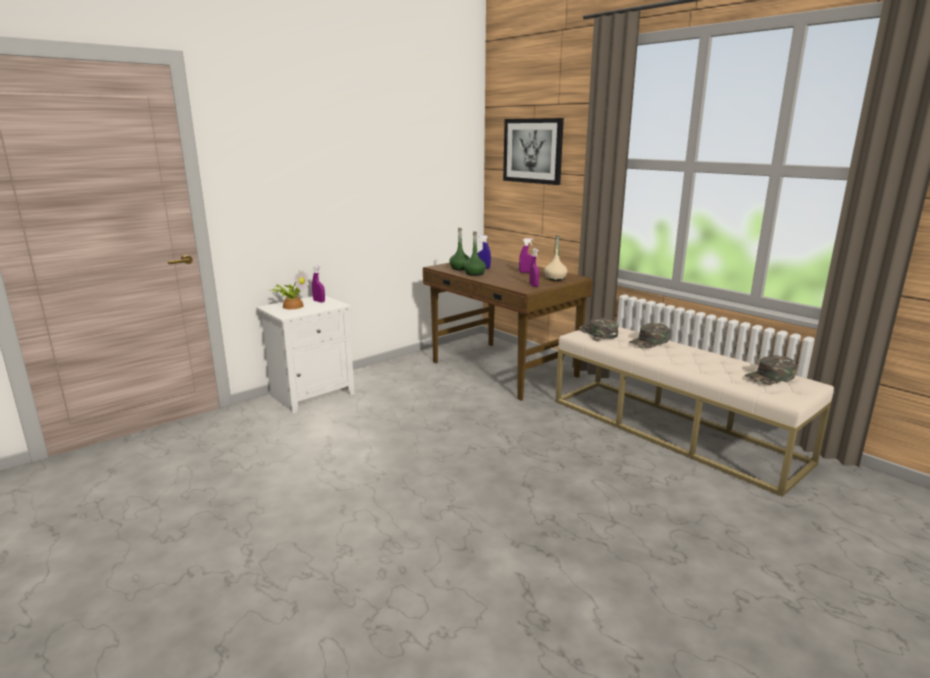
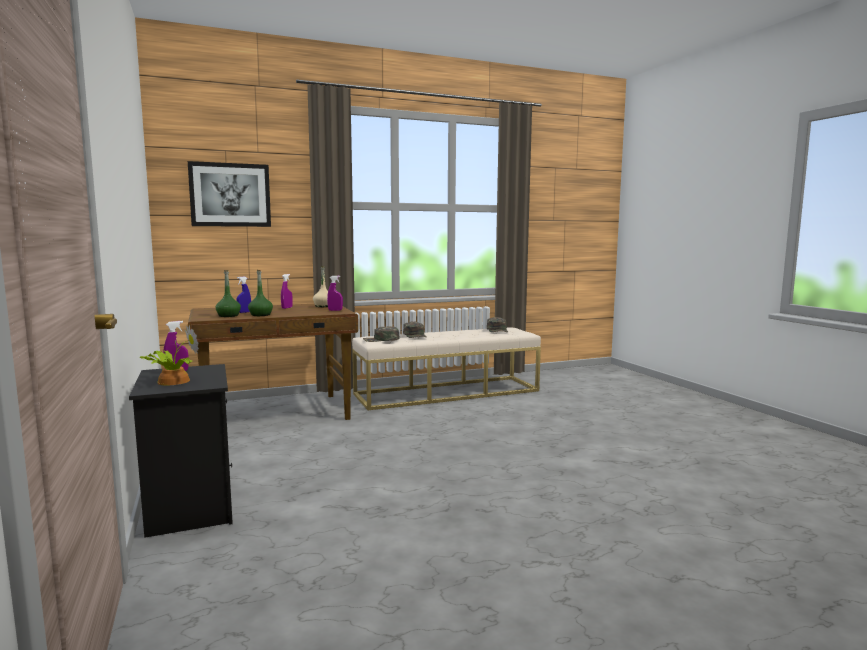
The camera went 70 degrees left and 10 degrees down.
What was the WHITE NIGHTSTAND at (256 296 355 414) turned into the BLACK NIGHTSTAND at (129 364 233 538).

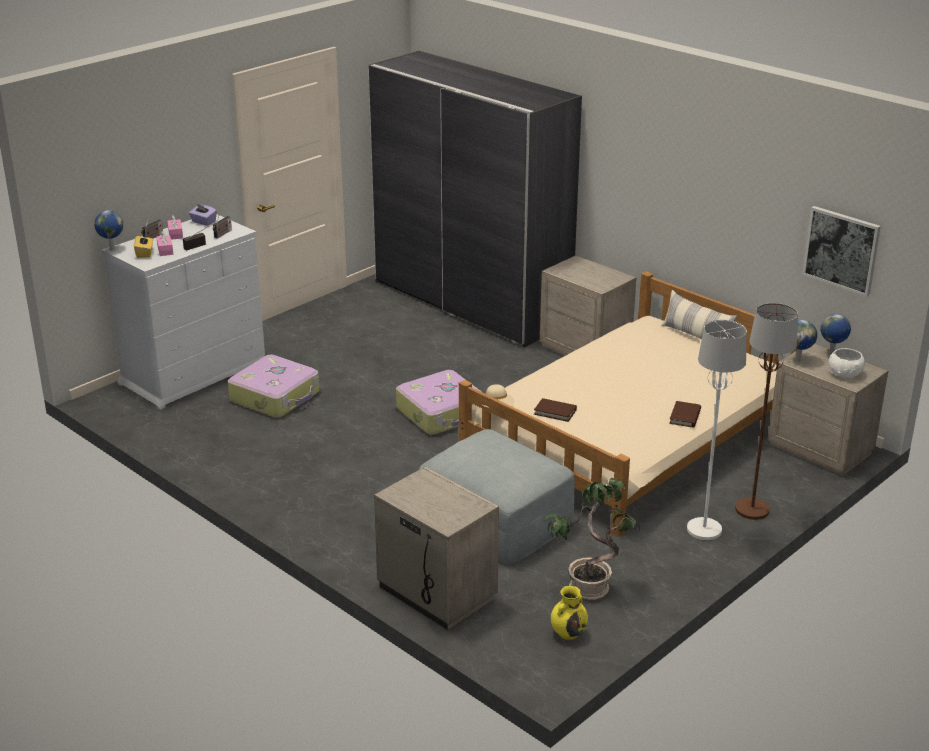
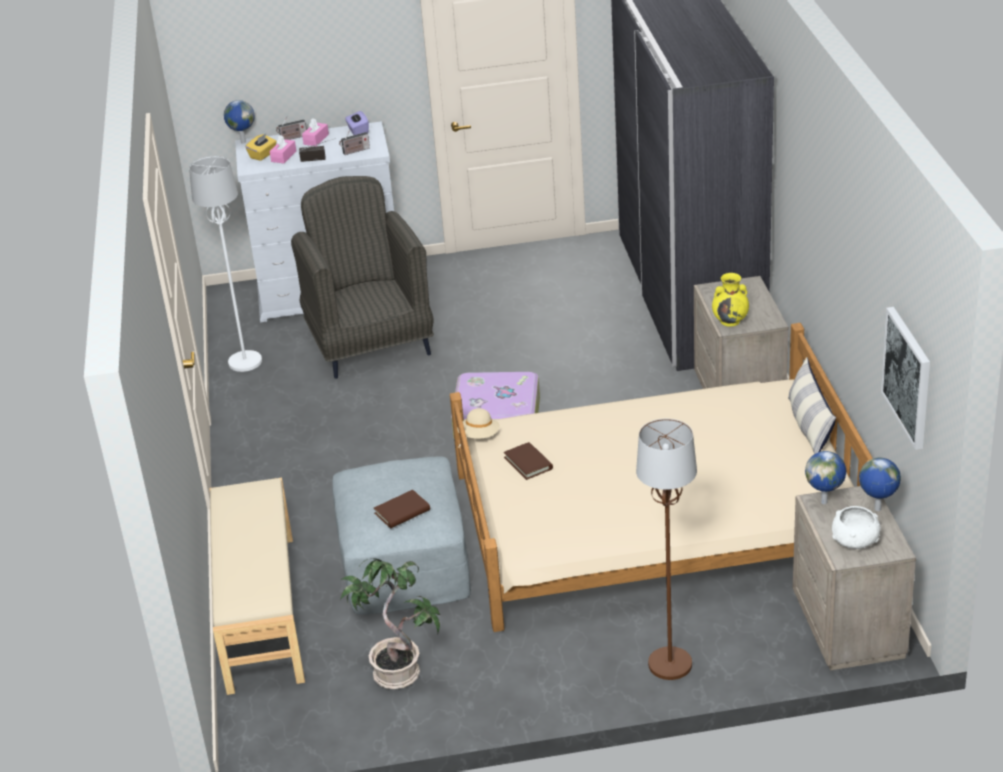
The camera went 40 degrees right and 5 degrees up.
The YELLOW VASE ended up elsewhere, having gone from (551 586 588 640) to (712 273 749 327).
The BROWN BOOK ended up elsewhere, having gone from (669 401 701 428) to (374 490 430 528).
The WHITE FLOOR LAMP ended up elsewhere, having gone from (687 320 747 540) to (189 156 262 372).
Where the SUITCASE stood at (228 355 319 418), the GREY ARMCHAIR came to stand at (291 176 434 379).
Where the BEIGE NIGHTSTAND stood at (374 467 499 630), the BEIGE BENCH came to stand at (210 478 305 695).

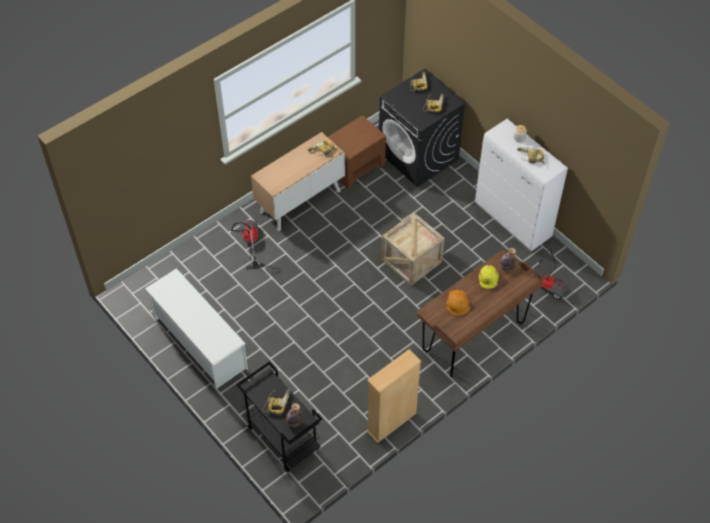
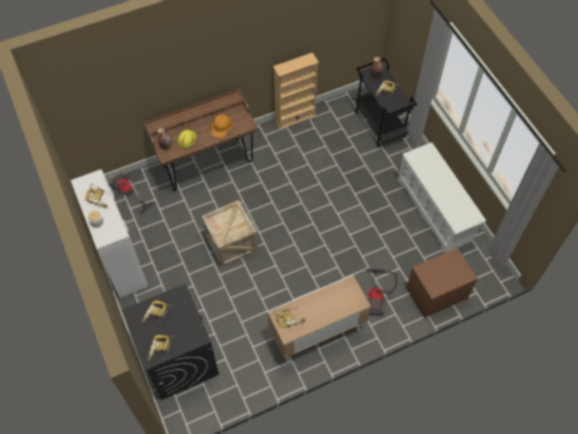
The camera went 165 degrees left and 5 degrees up.
The BROWN NIGHTSTAND ended up elsewhere, having gone from (328 115 386 189) to (406 248 478 318).

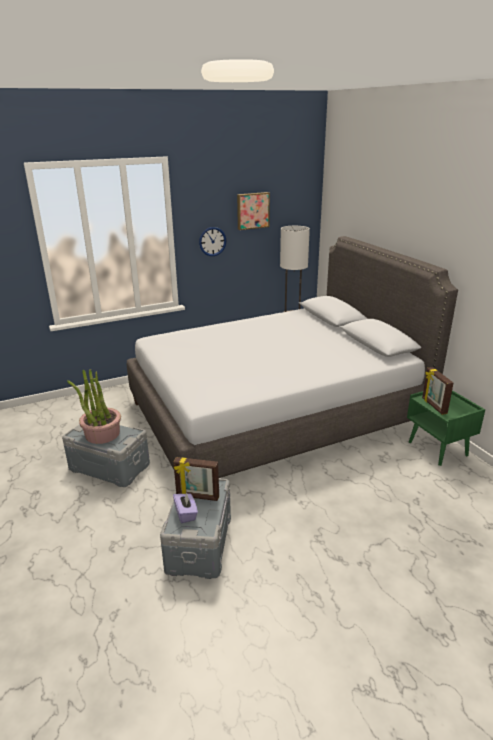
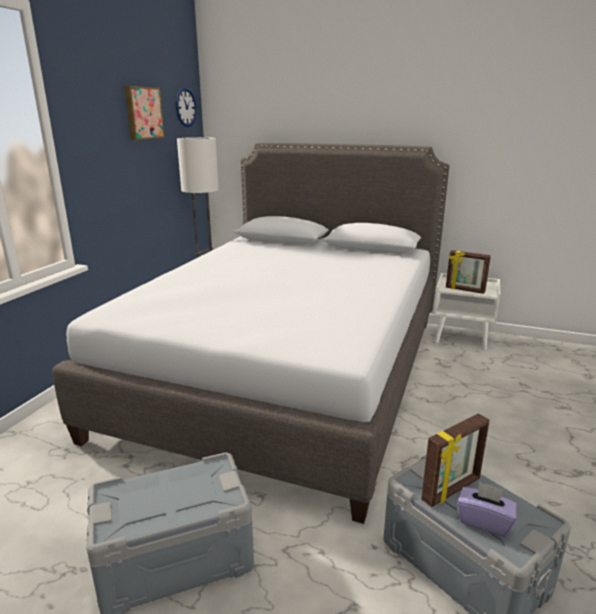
The camera went 45 degrees left and 5 degrees down.
The second view lost the POTTED PLANT at (67 369 121 444).
The WALL CLOCK ended up elsewhere, having gone from (199 227 227 256) to (176 88 197 127).
What was the GREEN NIGHTSTAND at (407 390 485 466) turned into the WHITE NIGHTSTAND at (434 273 500 350).

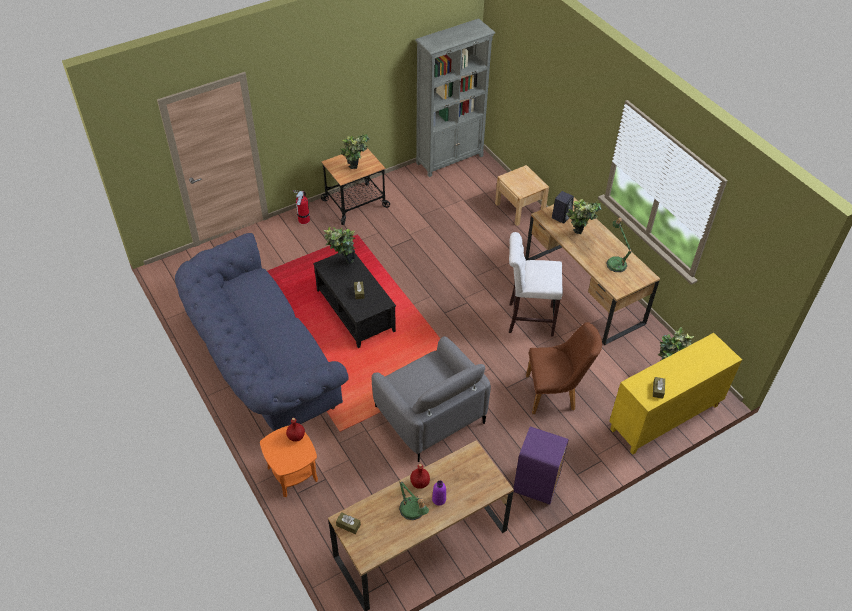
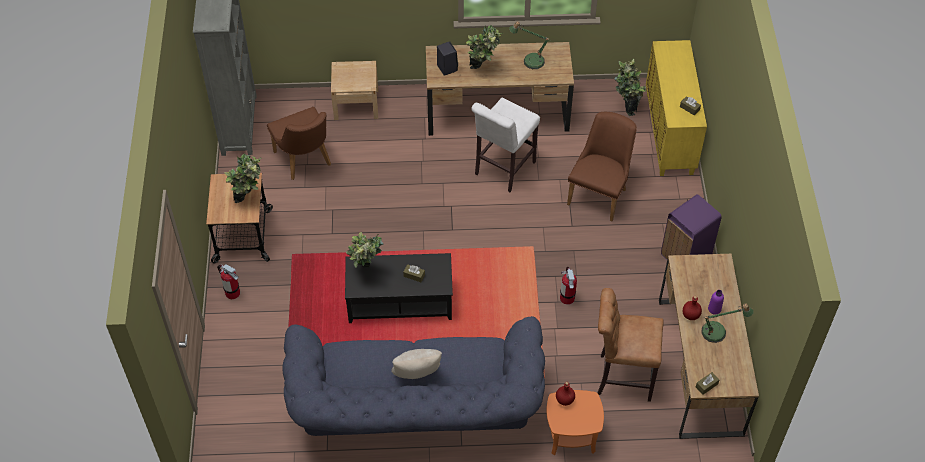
The camera went 60 degrees left and 5 degrees up.
The second view gained the BROWN CHAIR at (267 107 331 180).
The second view gained the BEIGE PILLOW at (391 349 442 379).
The second view gained the BROWN STOOL at (598 288 664 402).
Where the GREY ARMCHAIR stood at (372 336 491 462), the FIRE EXTINGUISHER came to stand at (560 267 577 305).

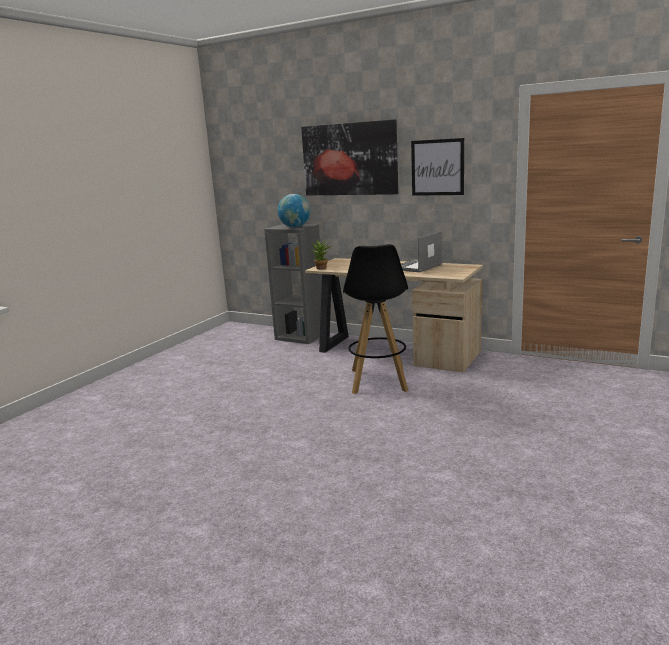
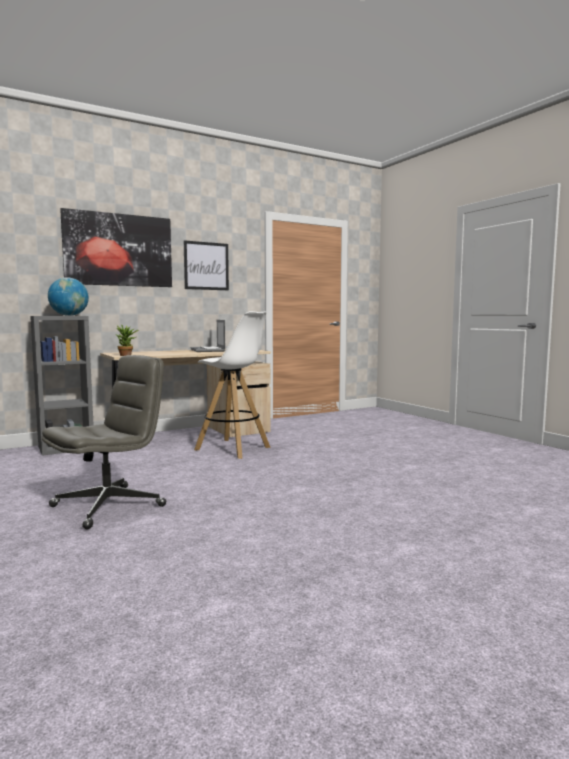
The camera went 60 degrees left and 10 degrees down.
The second view gained the GREY OFFICE CHAIR at (42 355 166 530).
What was the BLACK STOOL at (343 244 409 394) turned into the WHITE STOOL at (194 311 271 459).

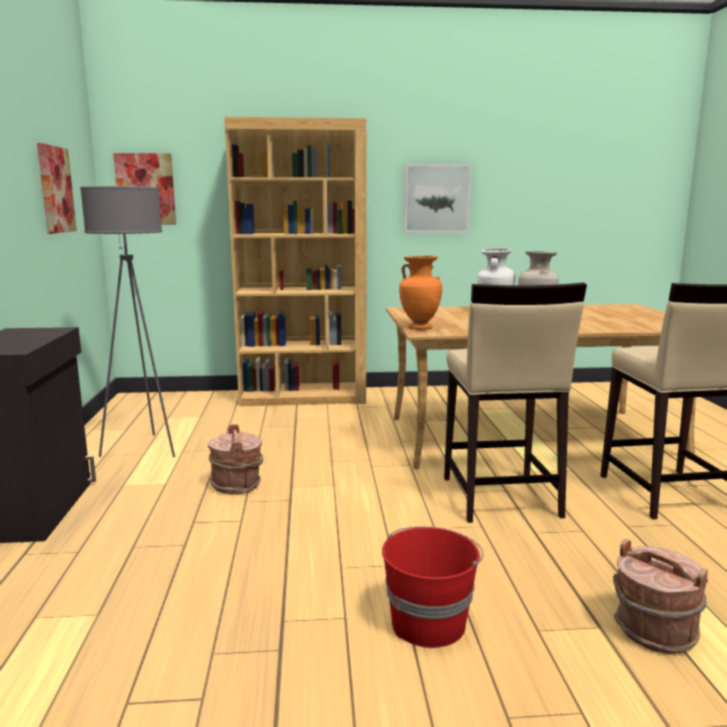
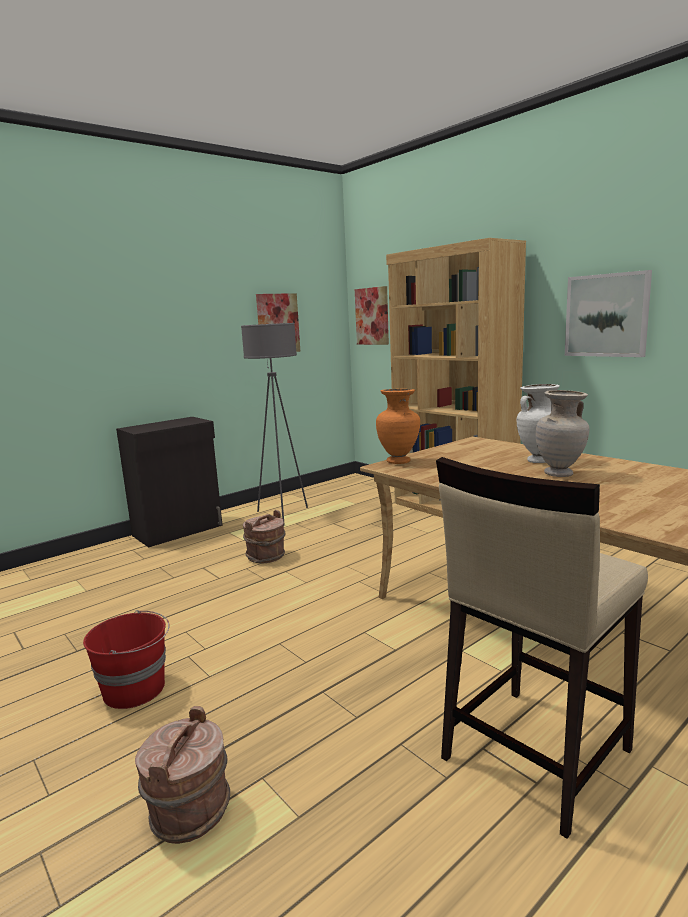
The camera went 55 degrees right and 0 degrees up.
The second view lost the BEIGE STOOL at (444 283 587 523).

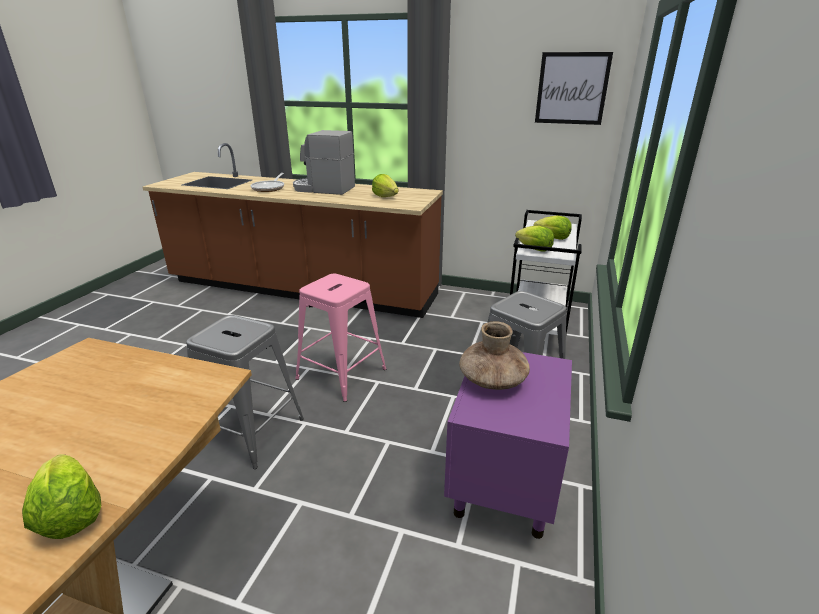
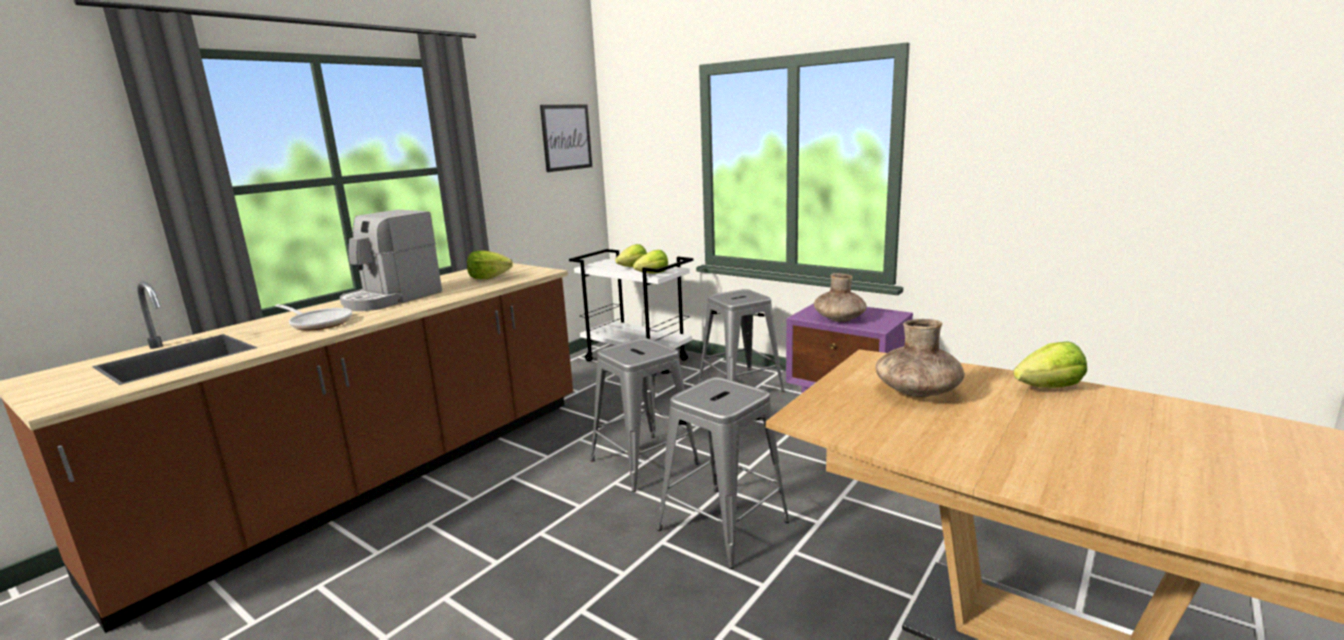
The camera went 70 degrees left and 10 degrees down.
The second view gained the BROWN VASE at (876 319 965 397).
What was the PINK STOOL at (295 274 386 402) turned into the GREY STOOL at (590 338 700 492).

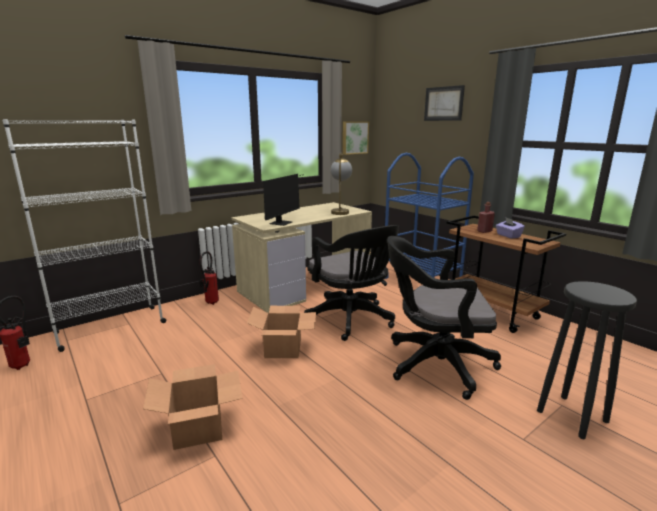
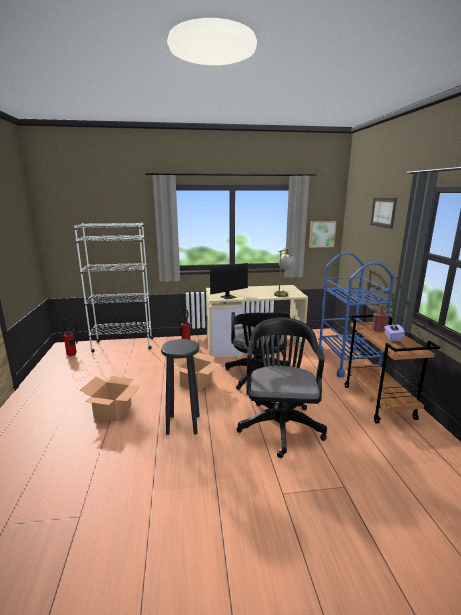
The camera went 30 degrees right and 0 degrees up.
The BLACK STOOL ended up elsewhere, having gone from (537 281 637 439) to (161 339 200 435).
The BLACK OFFICE CHAIR at (387 236 501 400) ended up facing another way, 60 degrees clockwise from before.

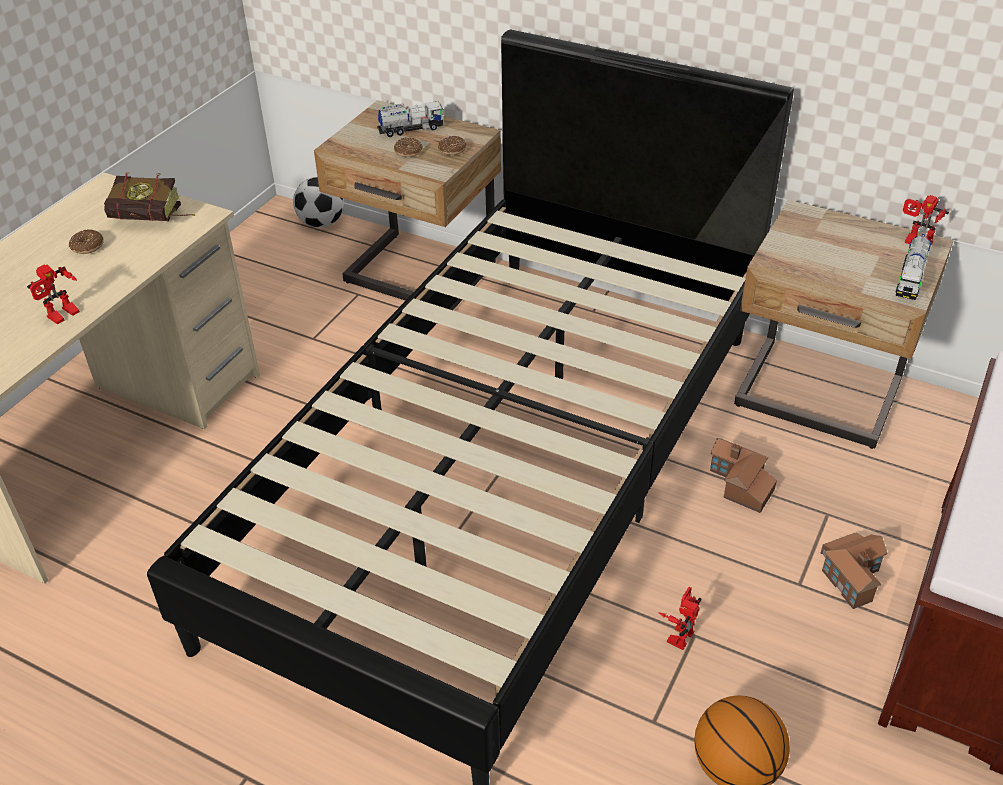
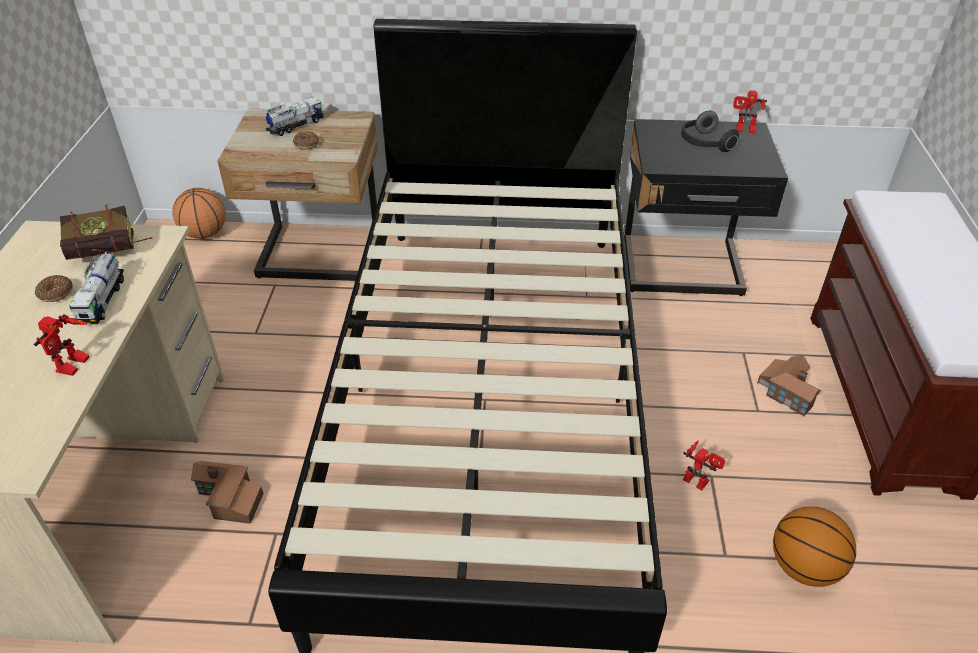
The camera went 25 degrees left and 0 degrees up.
The second view lost the DONUT at (438 136 467 155).
The second view gained the HEADPHONES at (681 111 739 152).
The TOY HOUSE ended up elsewhere, having gone from (710 438 777 513) to (191 461 264 524).
The TOY TRUCK ended up elsewhere, having gone from (895 234 932 300) to (69 251 124 324).
Where the FOOTBALL stood at (293 177 344 228), the BASKETBALL came to stand at (172 188 226 239).
What was the BEIGE NIGHTSTAND at (734 200 953 449) turned into the BLACK NIGHTSTAND at (624 119 788 296).
The TOY ROBOT at (658 587 702 650) ended up facing another way, 120 degrees clockwise from before.

